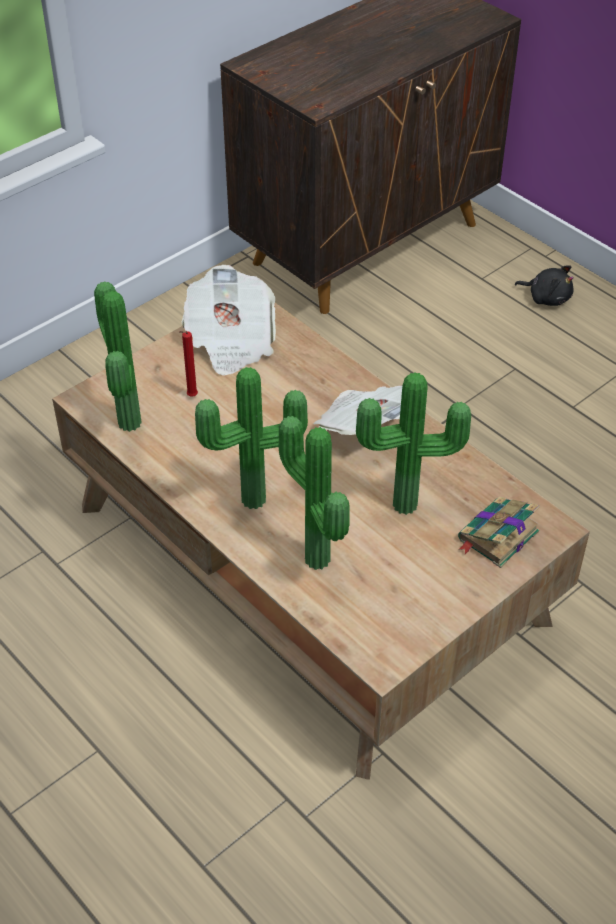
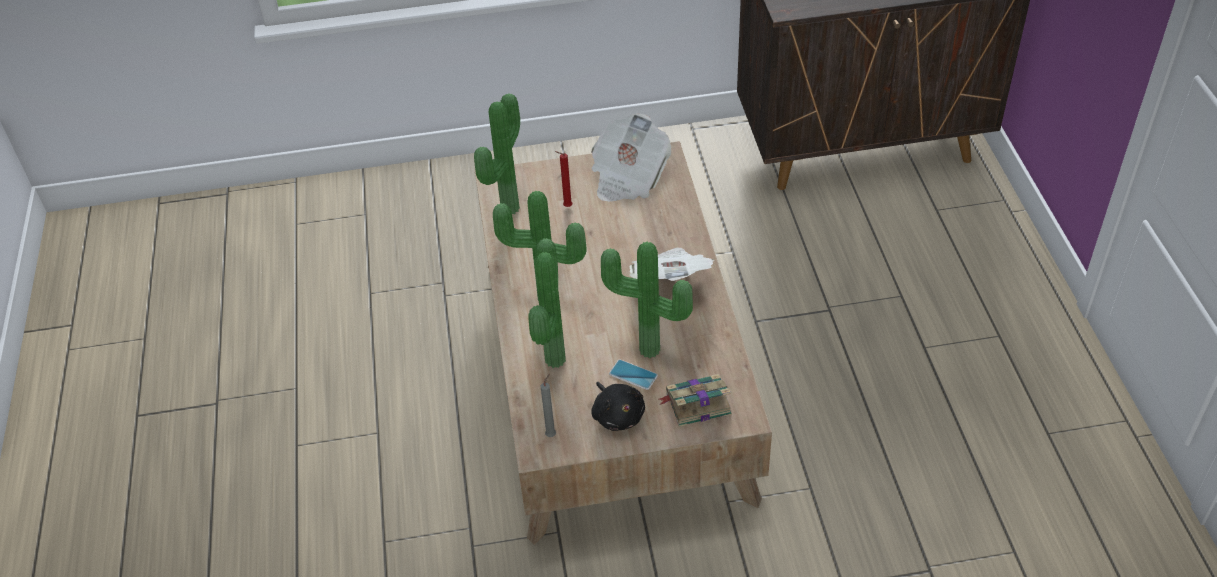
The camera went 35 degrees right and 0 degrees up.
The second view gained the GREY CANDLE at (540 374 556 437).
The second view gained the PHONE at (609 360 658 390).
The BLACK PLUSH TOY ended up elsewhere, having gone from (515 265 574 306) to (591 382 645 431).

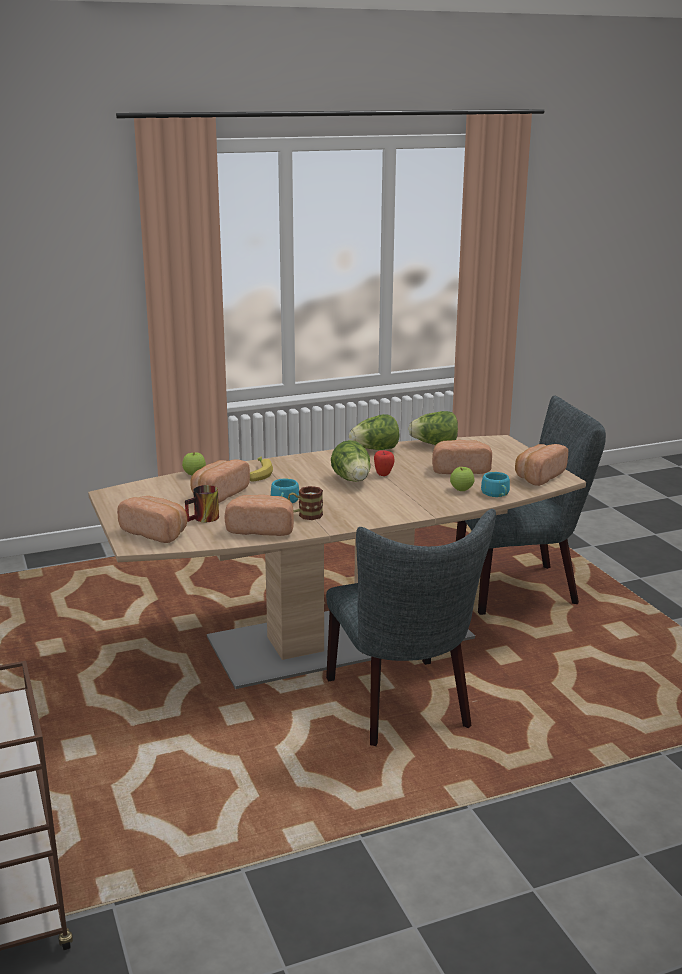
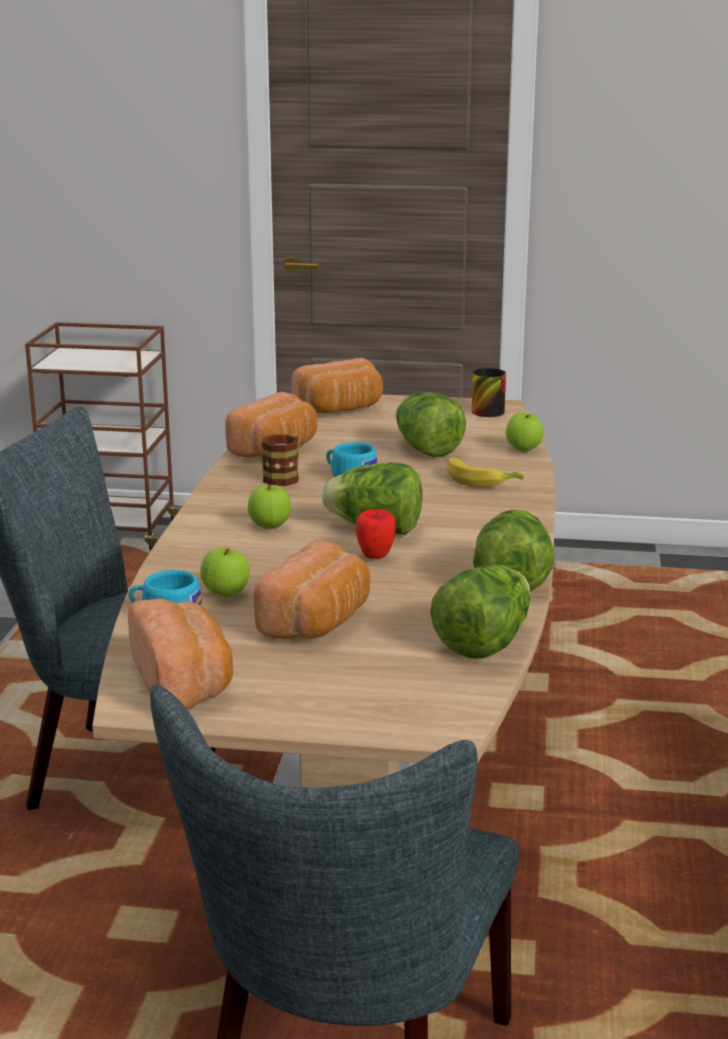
The camera went 120 degrees right and 0 degrees up.
The second view gained the APPLE at (248 485 291 528).
The MUG ended up elsewhere, having gone from (185 485 219 522) to (472 368 506 417).
Where the BREAD stood at (190 459 250 503), the LETTUCE came to stand at (395 392 466 457).

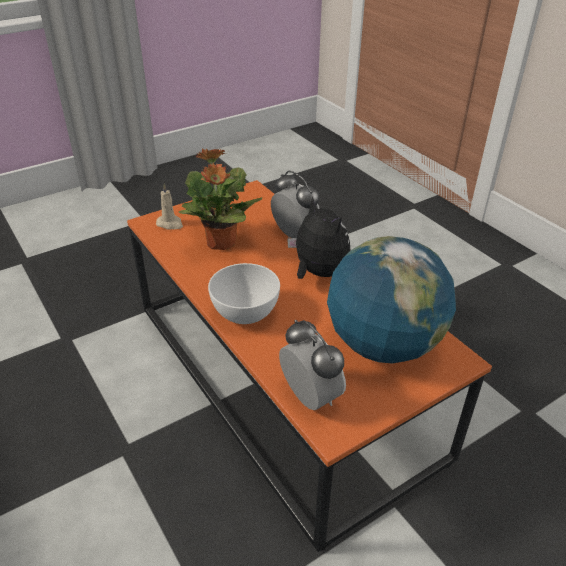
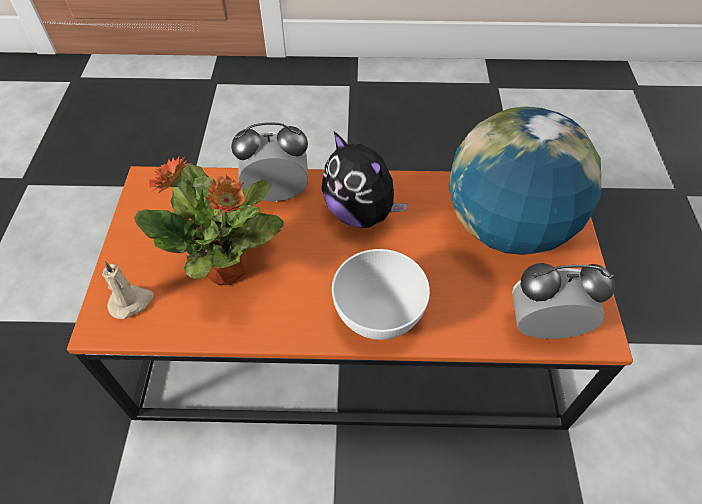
The camera went 55 degrees left and 15 degrees up.
The PLUSH TOY at (287 196 350 279) ended up facing another way, 135 degrees counterclockwise from before.

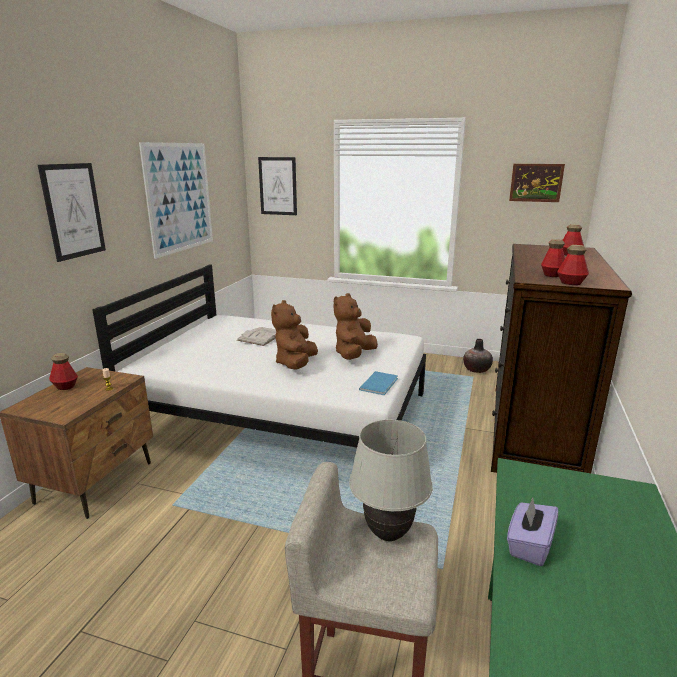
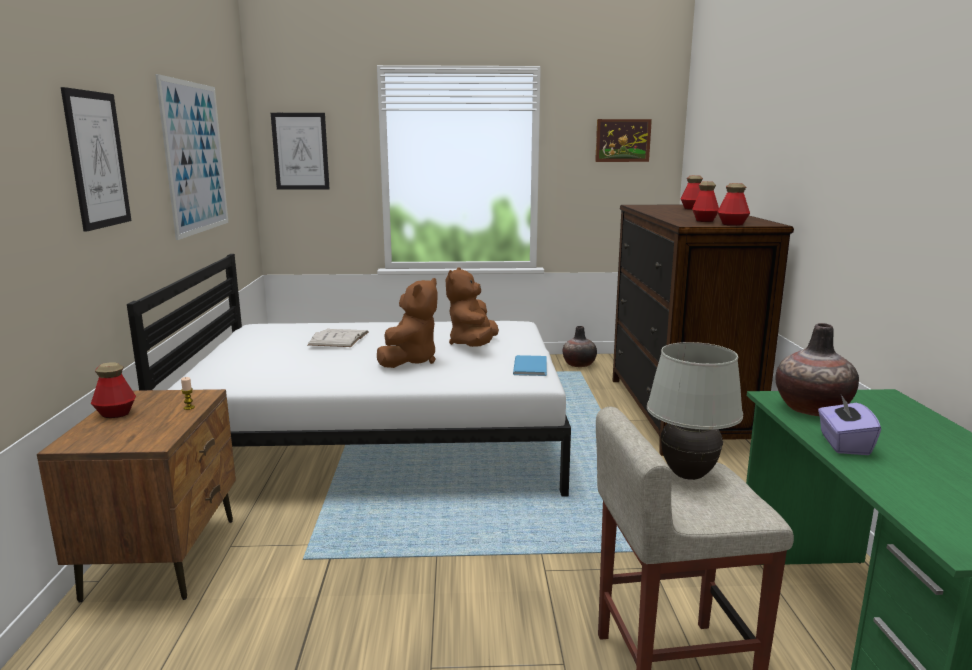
The camera went 20 degrees left and 5 degrees down.
The second view gained the VASE at (775 323 859 416).
The BROWN PLUSH TOY at (271 300 318 369) ended up facing another way, 150 degrees counterclockwise from before.

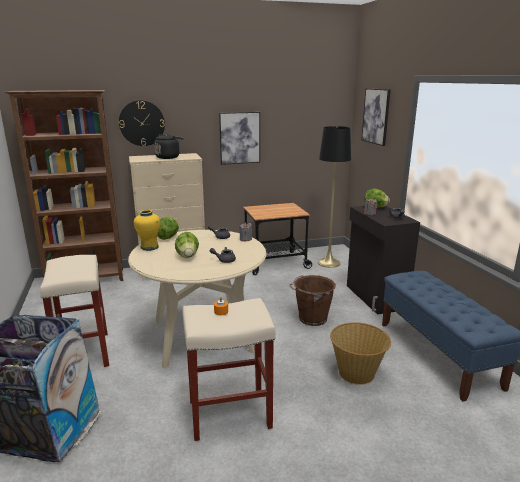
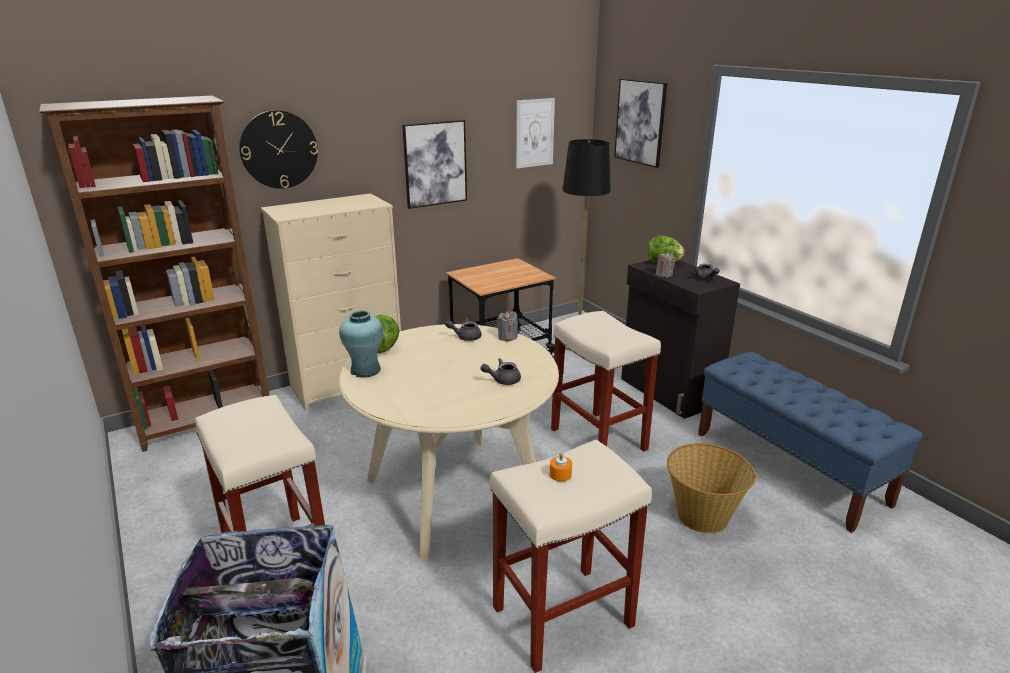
The camera went 15 degrees left and 5 degrees up.
The second view lost the BLACK KETTLE at (154 134 184 159).
The second view lost the LETTUCE at (175 232 199 258).
The second view gained the PICTURE at (516 98 555 168).
Where the BROWN BUCKET stood at (289 275 336 326), the BEIGE STOOL came to stand at (551 311 661 451).
What was the YELLOW VASE at (134 210 160 251) turned into the TURQUOISE VASE at (339 310 383 378).

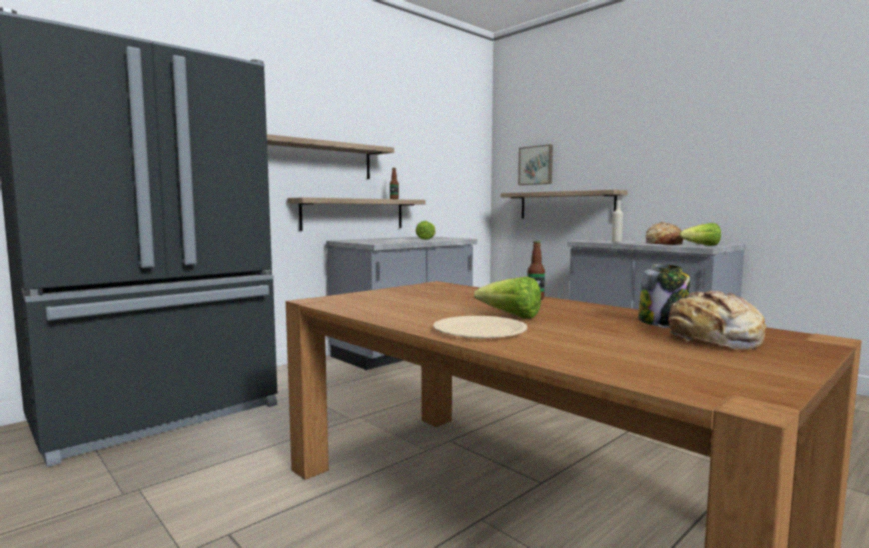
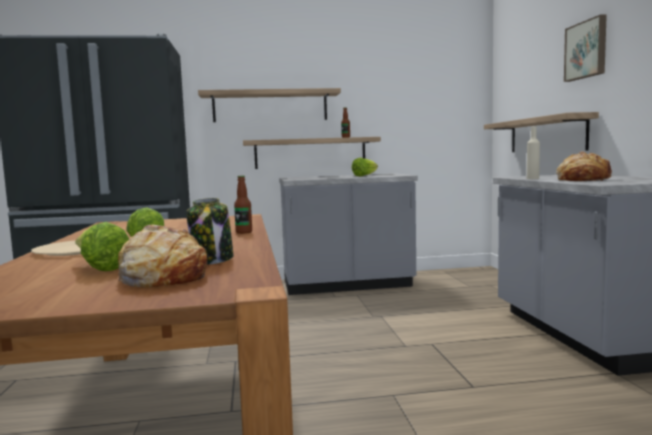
The camera went 35 degrees right and 0 degrees up.
The PICTURE ended up elsewhere, having gone from (518 145 553 185) to (564 15 607 82).
The LETTUCE ended up elsewhere, having gone from (679 223 721 246) to (75 222 129 271).

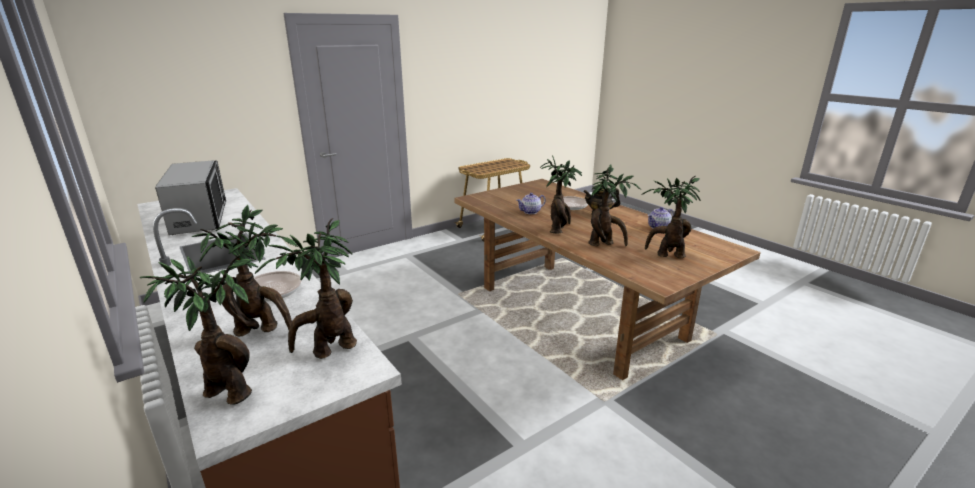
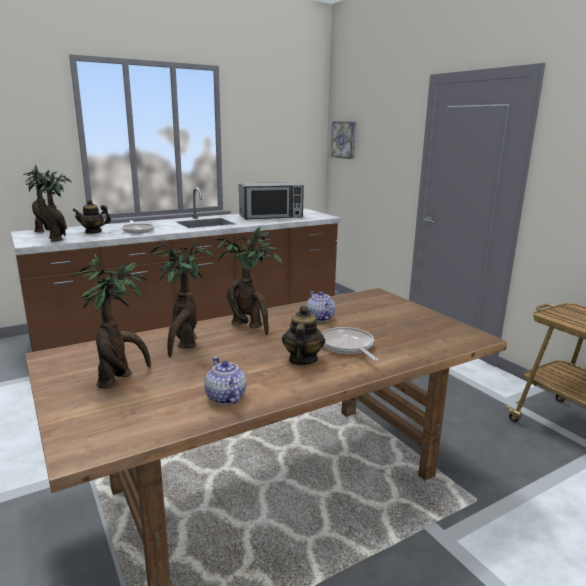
The camera went 95 degrees right and 5 degrees down.
The second view gained the PICTURE at (331 121 356 159).
Where the POTTED PLANT stood at (192 205 298 336), the TEAPOT came to stand at (72 200 111 234).

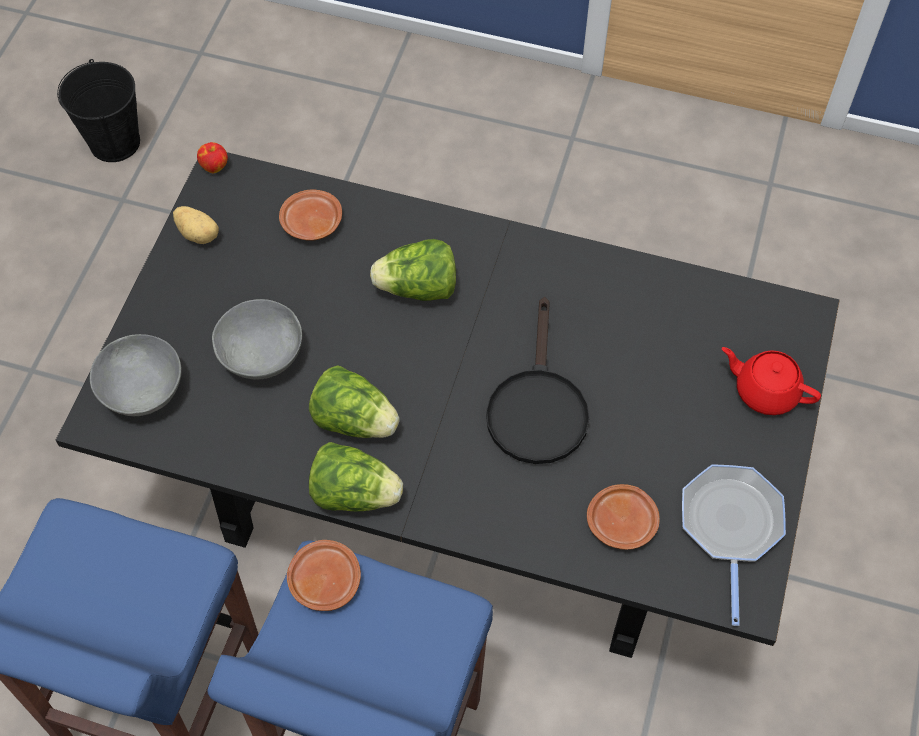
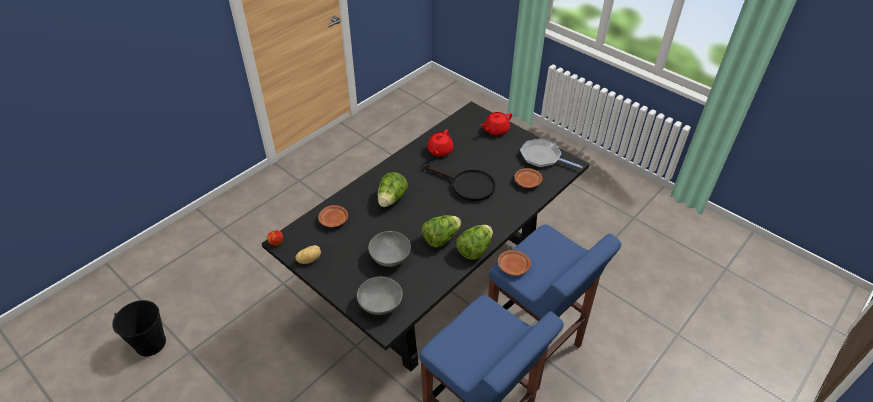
The camera went 65 degrees left and 15 degrees down.
The second view gained the RED TEAPOT at (427 129 453 156).

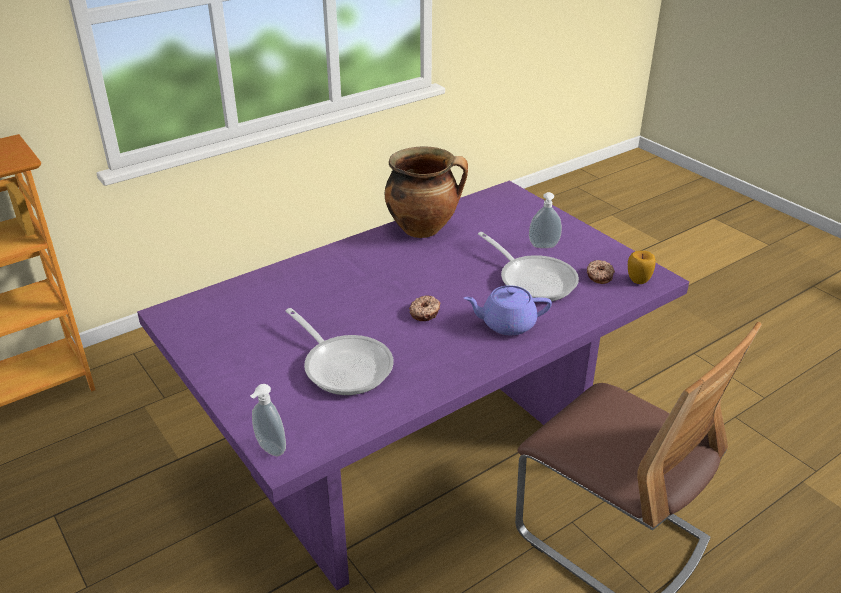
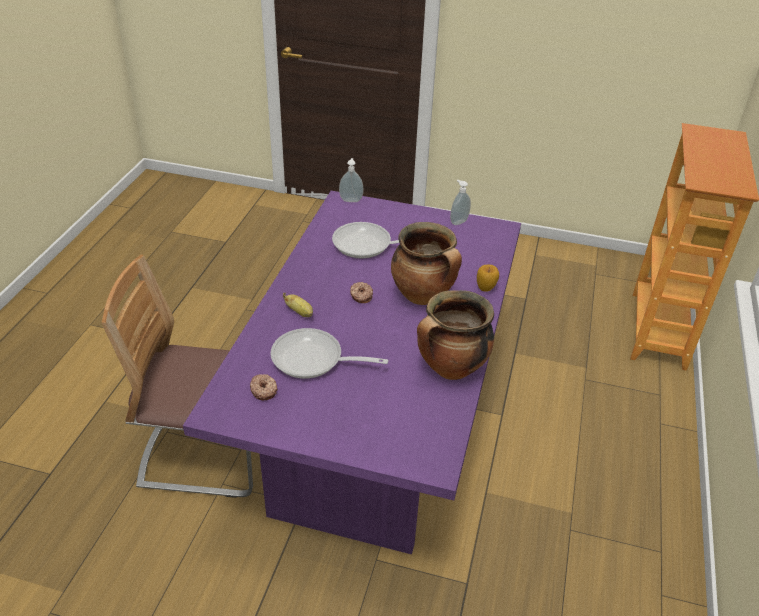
The camera went 140 degrees right and 5 degrees up.
The second view gained the COOKING POT at (391 222 462 305).
The SOAP DISPENSER ended up elsewhere, having gone from (529 192 562 248) to (450 180 471 225).
The APPLE ended up elsewhere, having gone from (628 251 656 284) to (477 264 499 292).
Where the PURPLE TEAPOT stood at (464 285 552 335), the BANANA came to stand at (283 293 313 317).

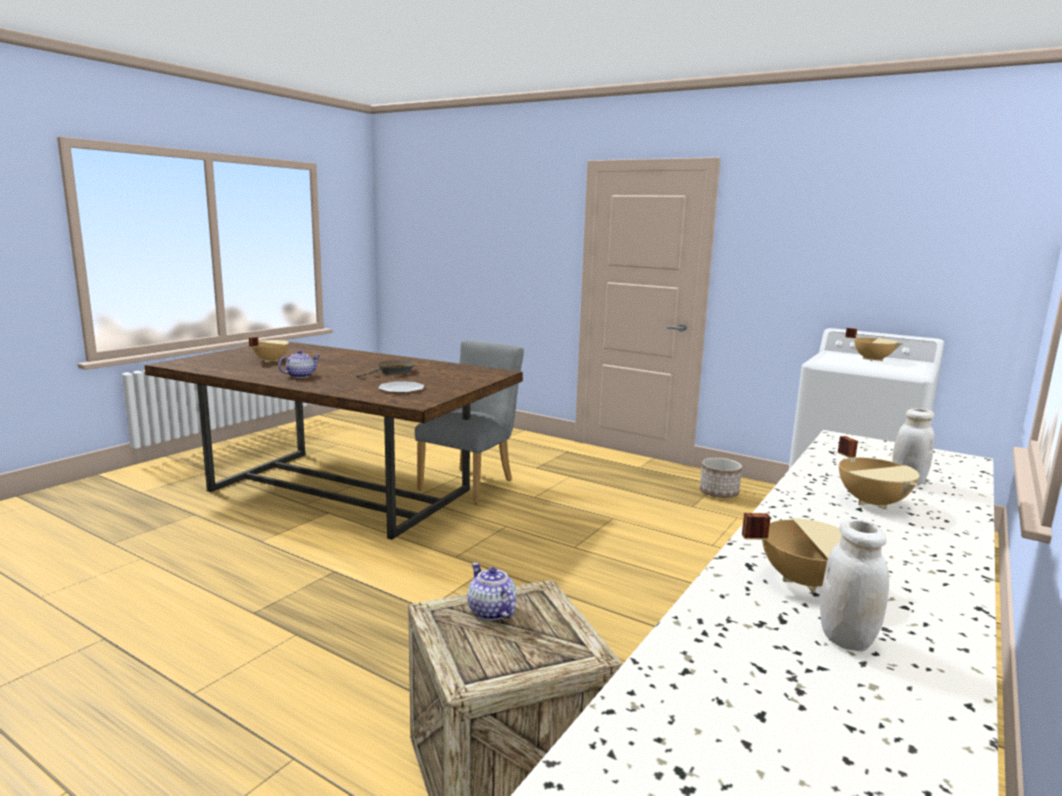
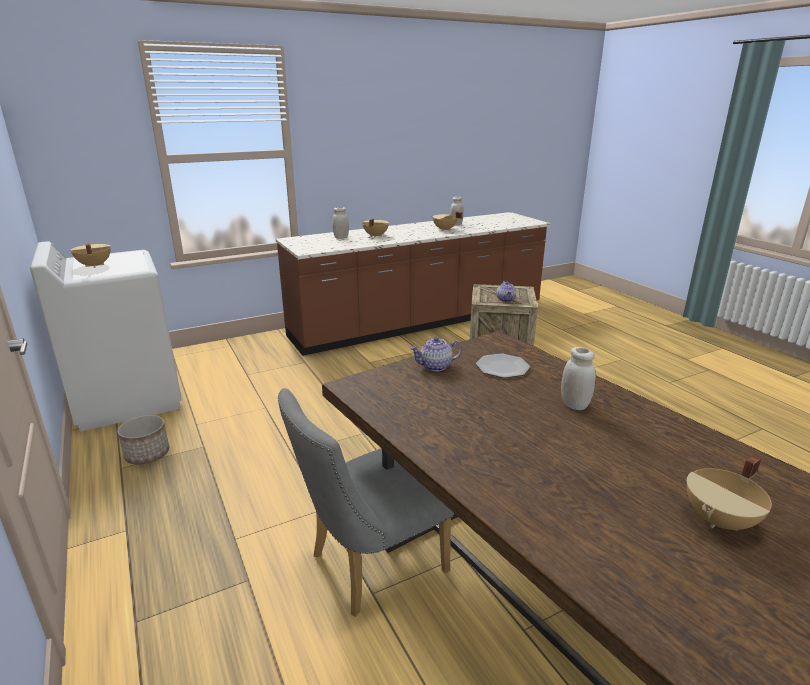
The camera went 150 degrees left and 10 degrees up.
The second view lost the BROWN FRYING PAN at (357 360 415 378).
The second view gained the WHITE JAR at (561 347 596 410).
The TEAPOT ended up elsewhere, having gone from (278 350 320 378) to (410 337 462 371).

